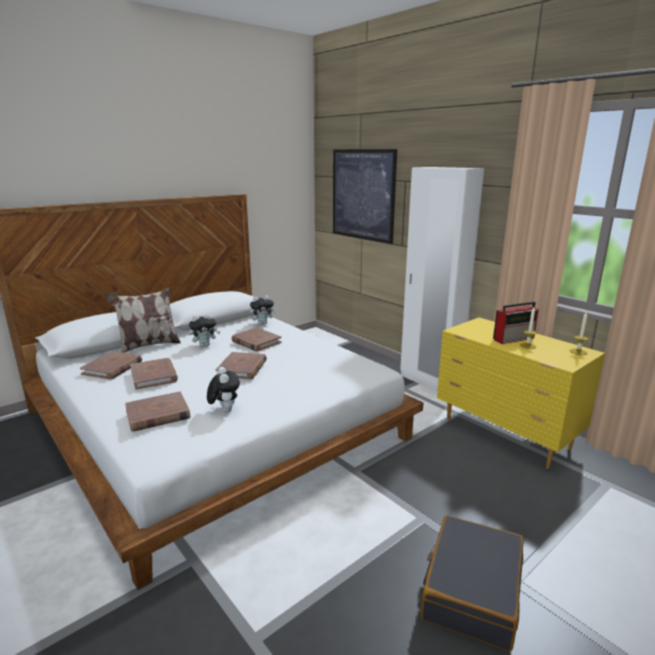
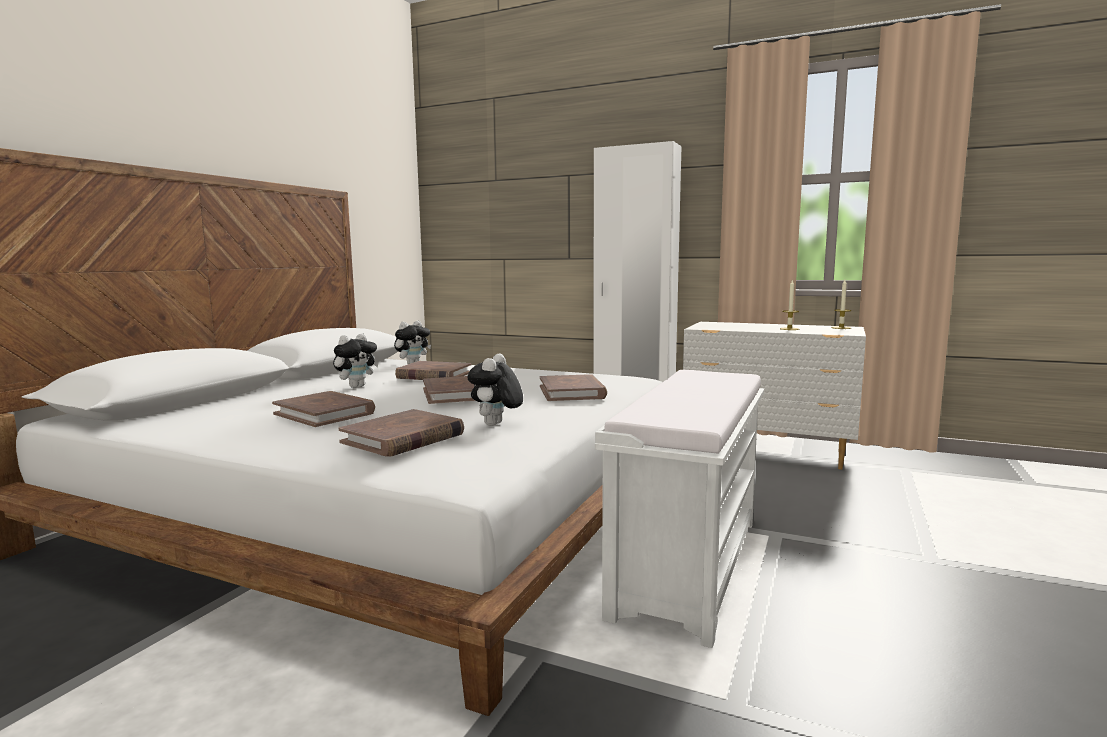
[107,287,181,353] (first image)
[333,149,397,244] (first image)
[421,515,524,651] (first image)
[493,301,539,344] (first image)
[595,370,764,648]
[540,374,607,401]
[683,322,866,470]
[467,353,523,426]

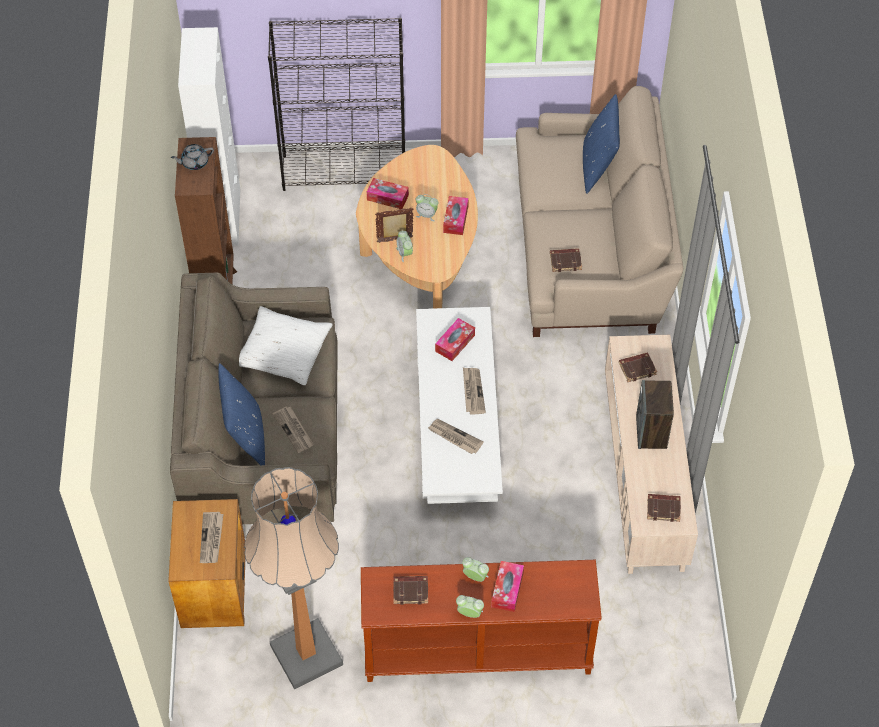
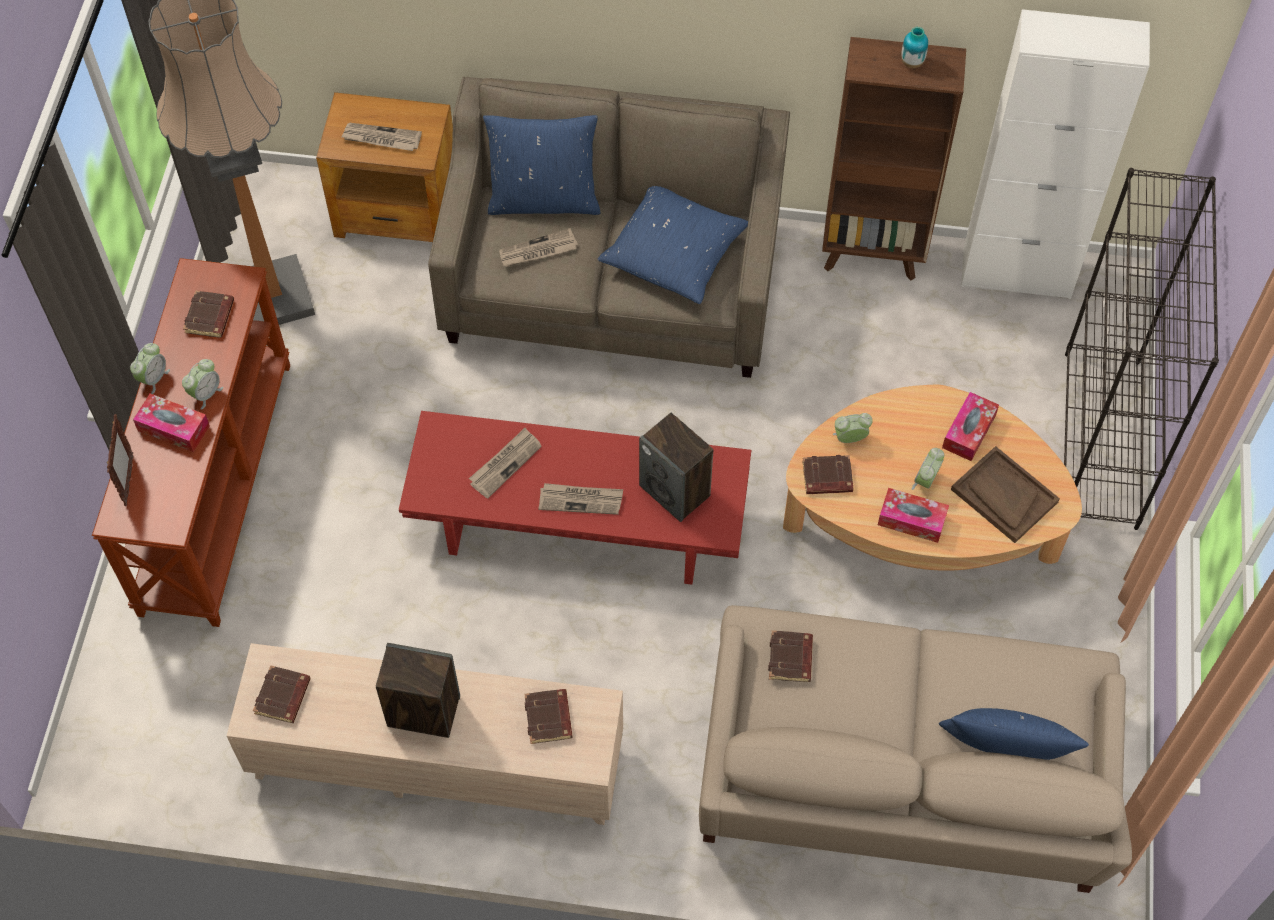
[802,455,853,494]
[951,446,1060,543]
[107,414,134,506]
[901,27,928,68]
[639,413,713,522]
[598,186,748,304]
[399,411,751,585]

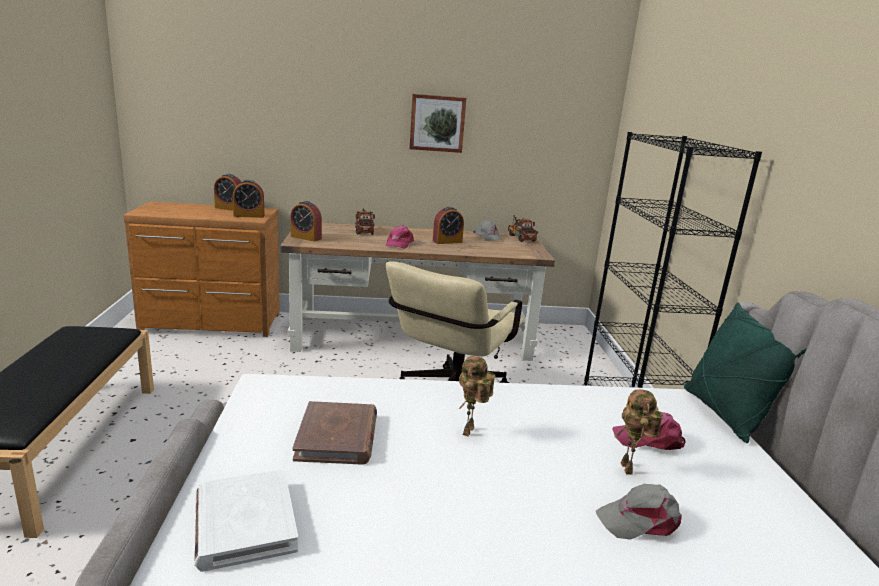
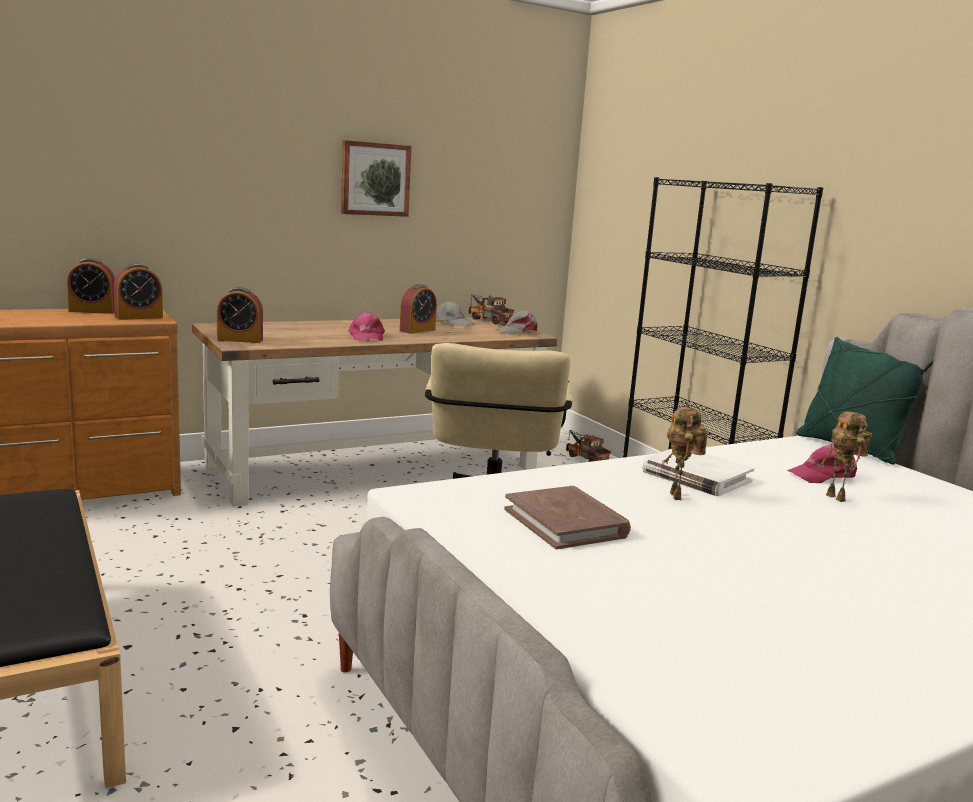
[642,449,754,496]
[566,430,611,462]
[496,310,537,335]

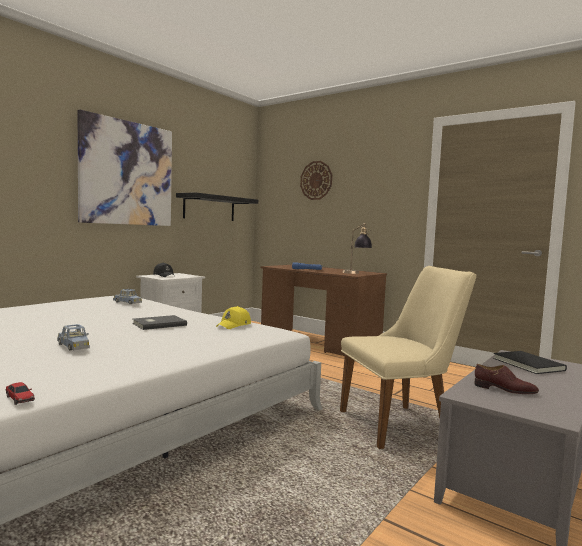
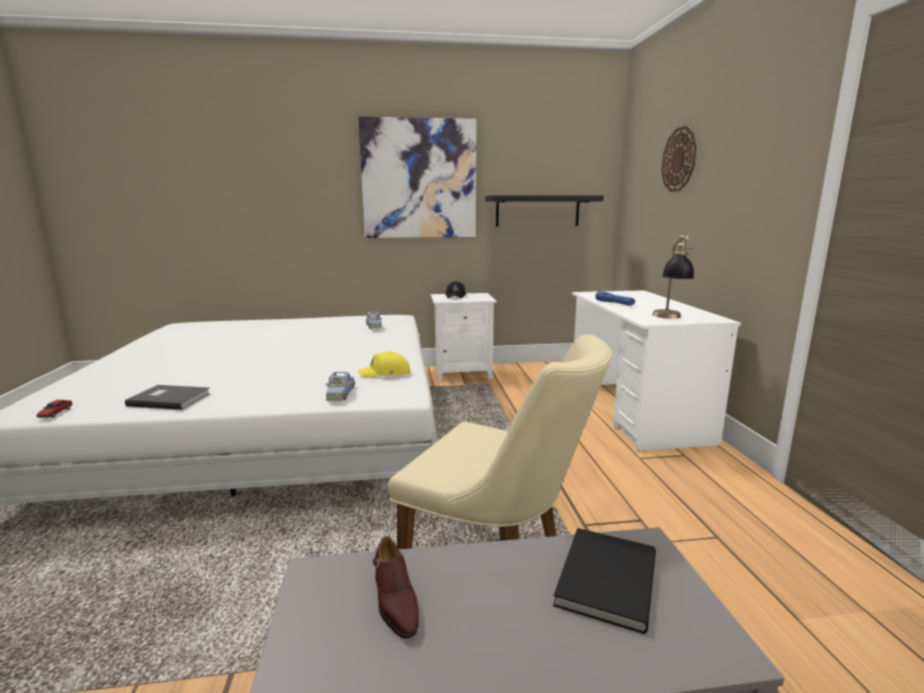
[326,372,355,401]
[125,385,211,410]
[572,290,741,451]

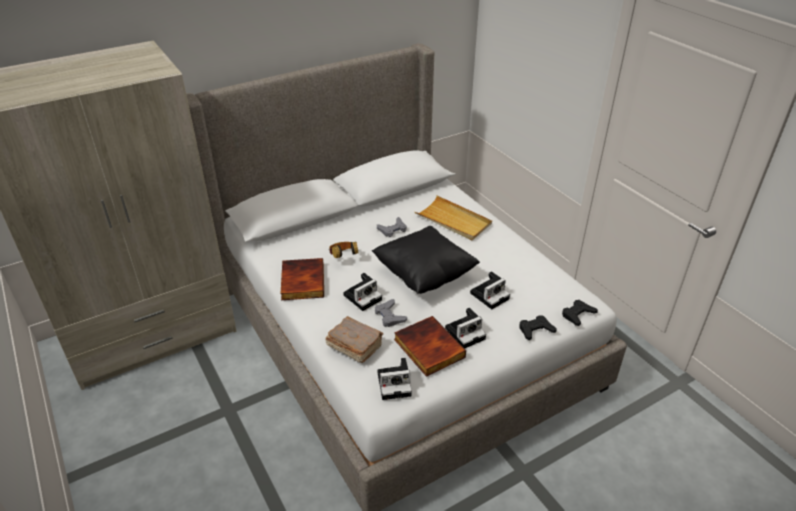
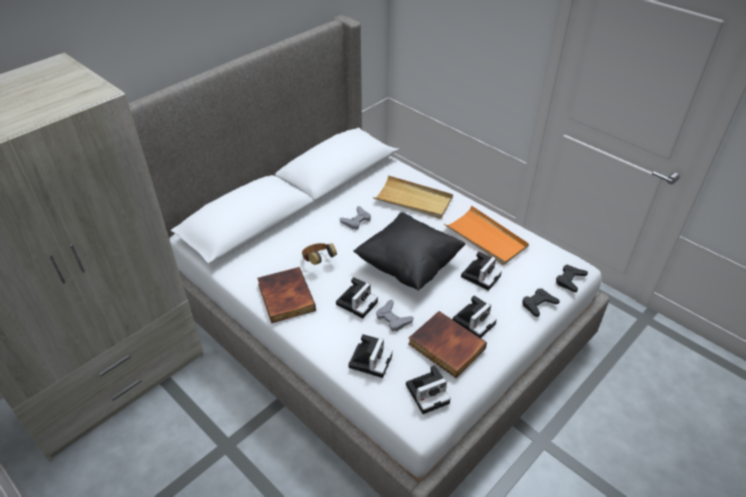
[444,206,529,265]
[348,334,393,378]

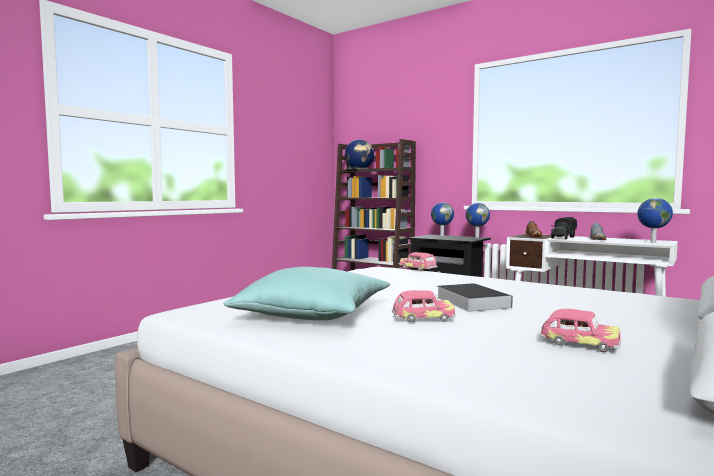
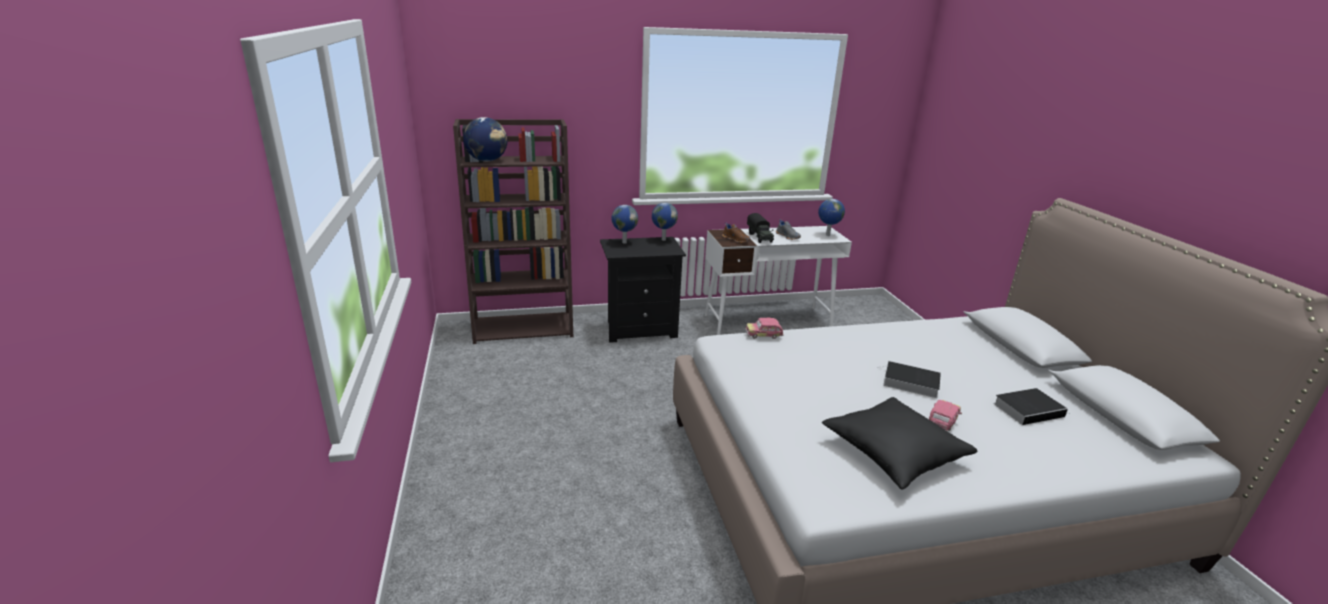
[993,388,1068,425]
[822,397,977,490]

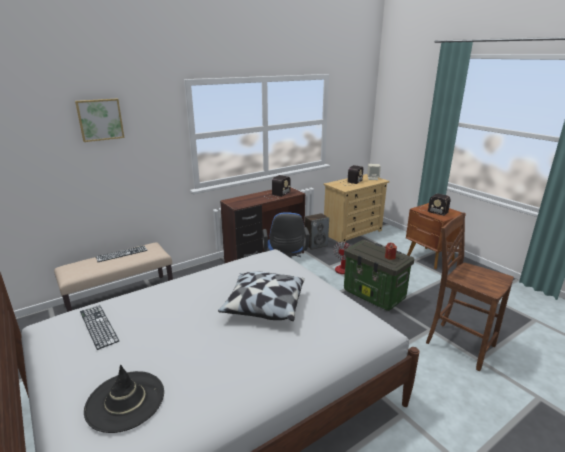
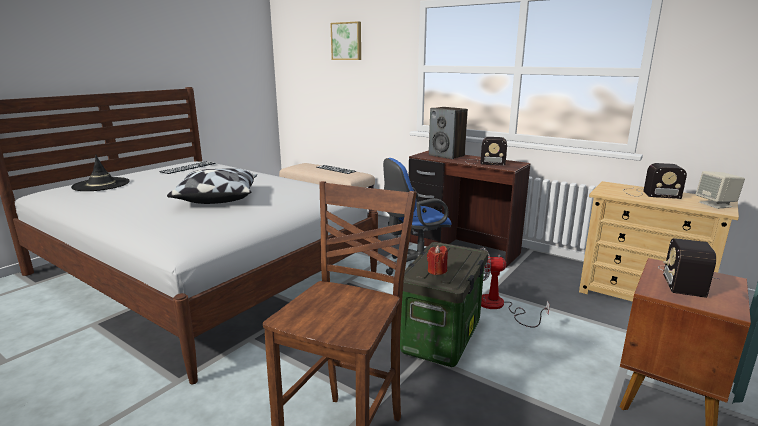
[429,107,468,159]

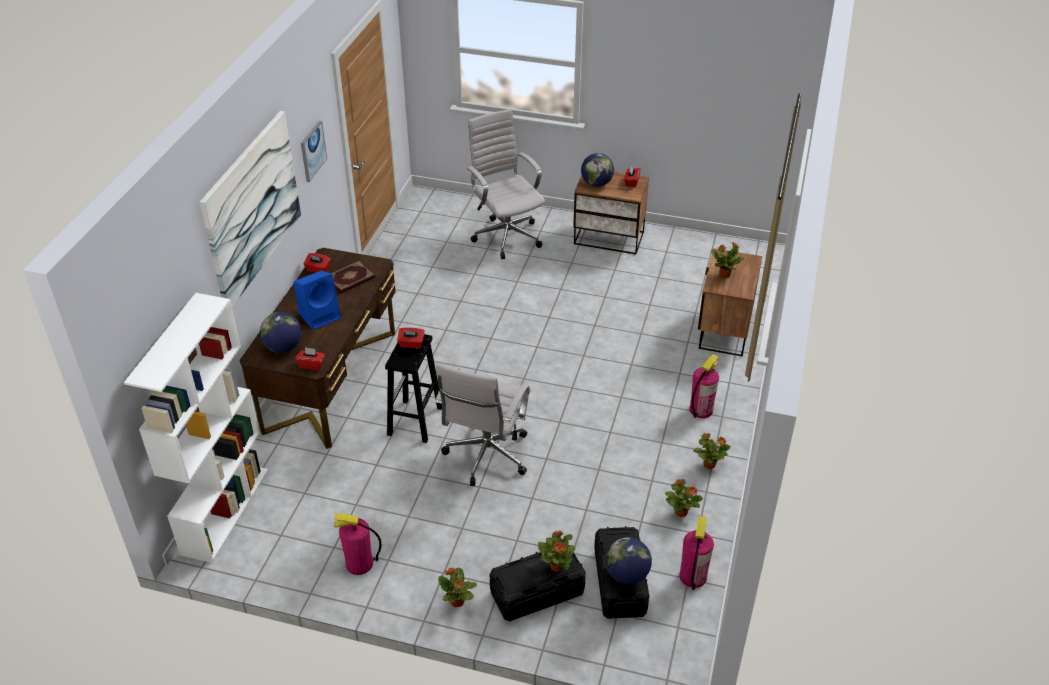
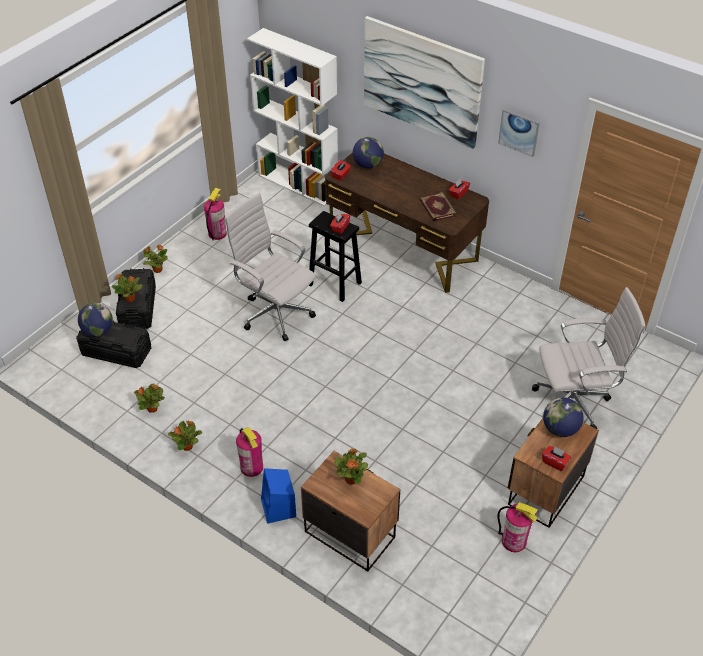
[261,468,296,524]
[497,502,538,552]

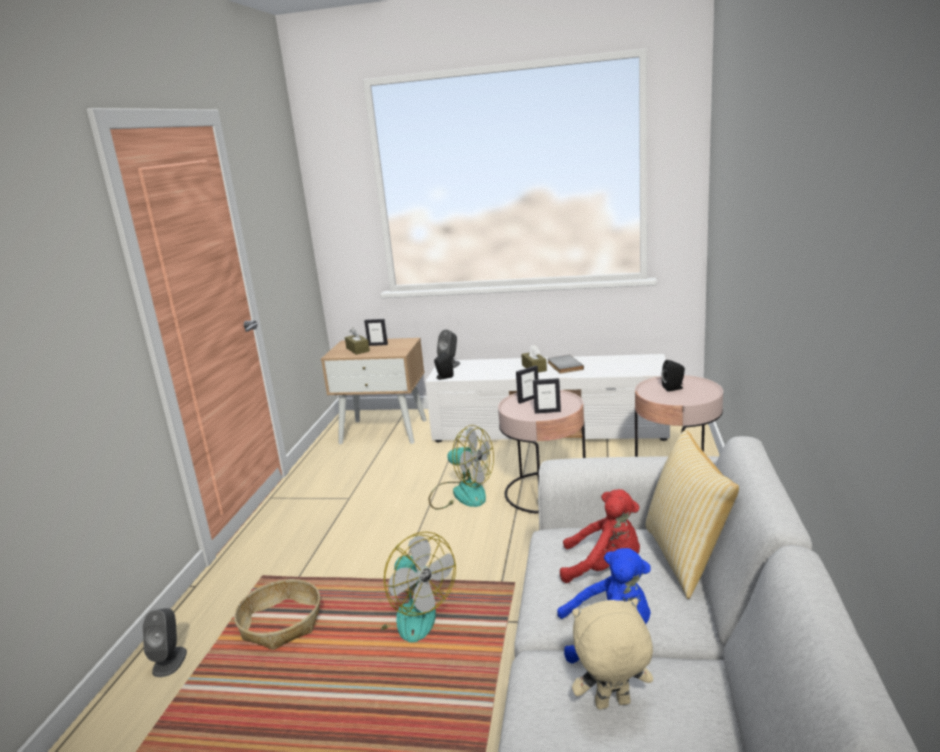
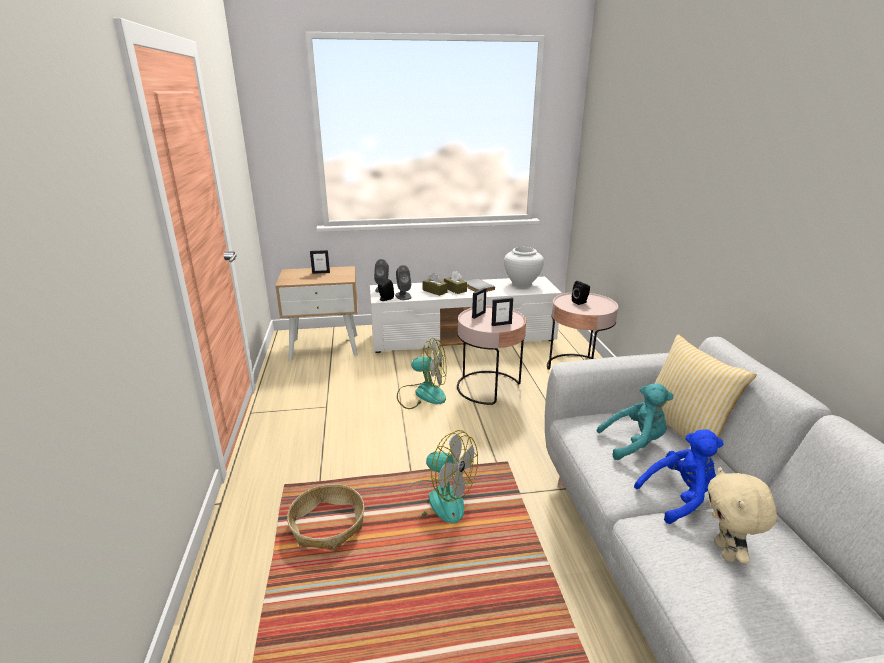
[504,247,544,288]
[395,265,412,300]
[423,273,448,296]
[597,383,673,460]
[708,467,777,563]

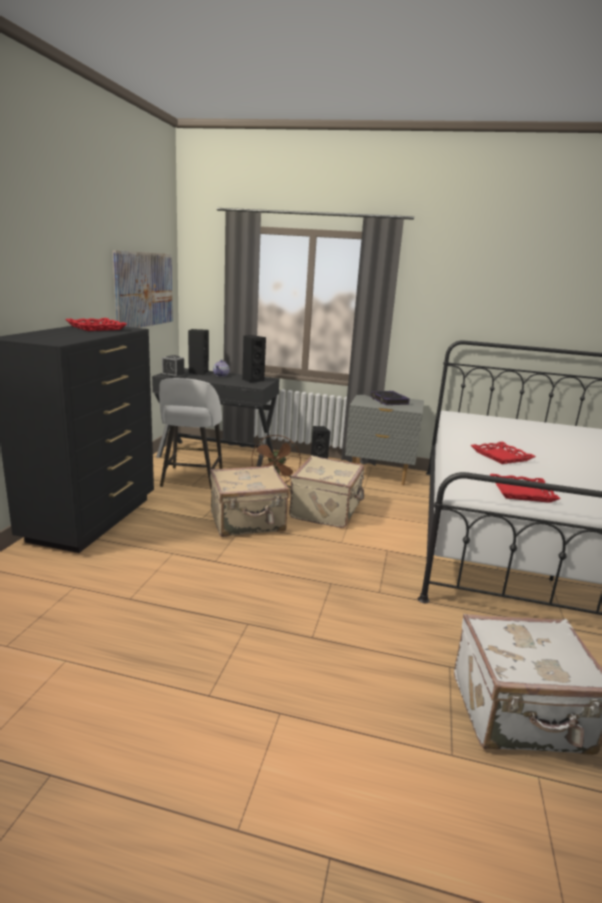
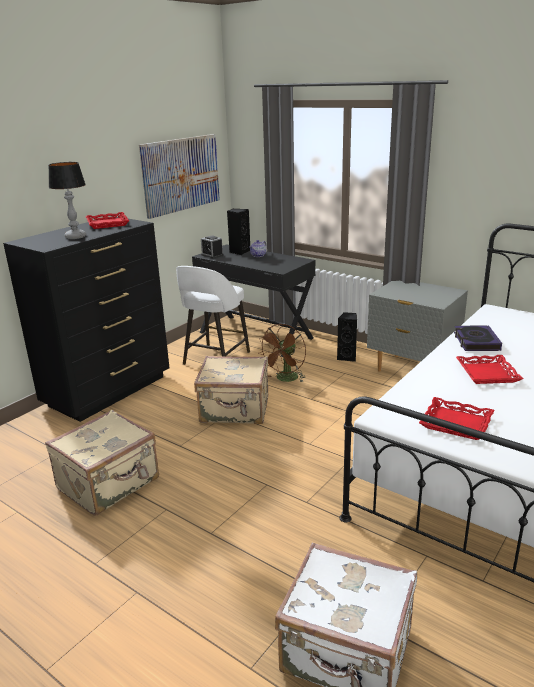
[242,335,266,383] (first image)
[49,162,86,239]
[45,410,159,516]
[454,325,502,351]

